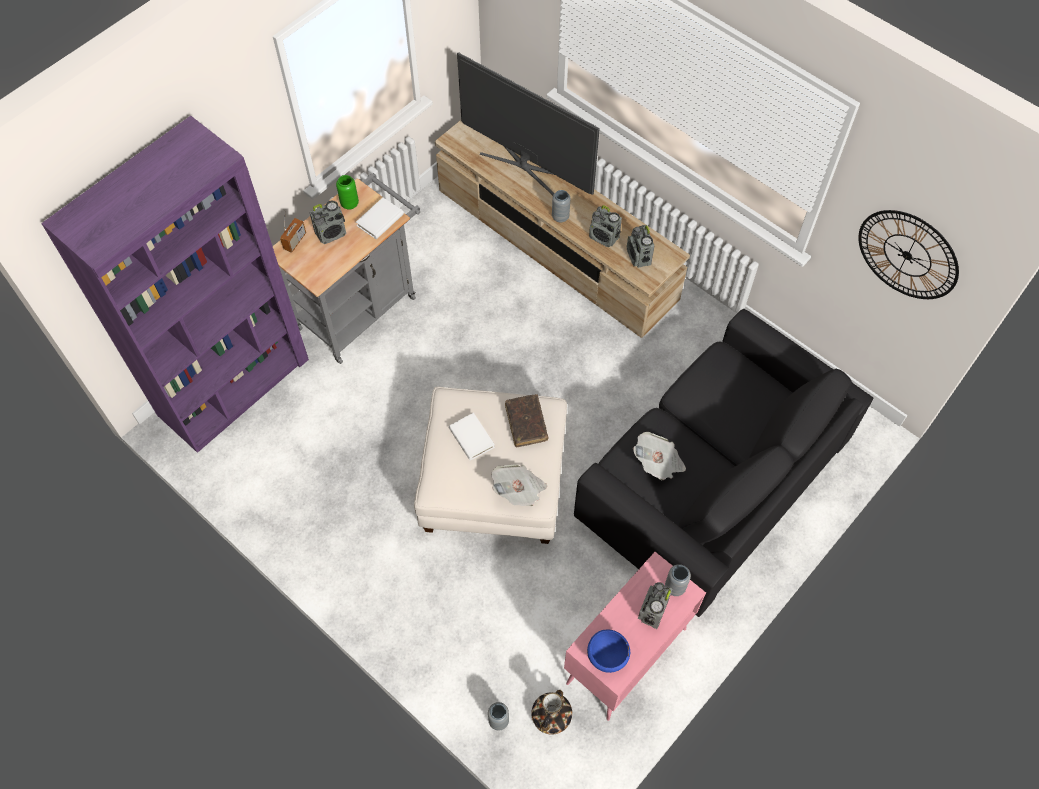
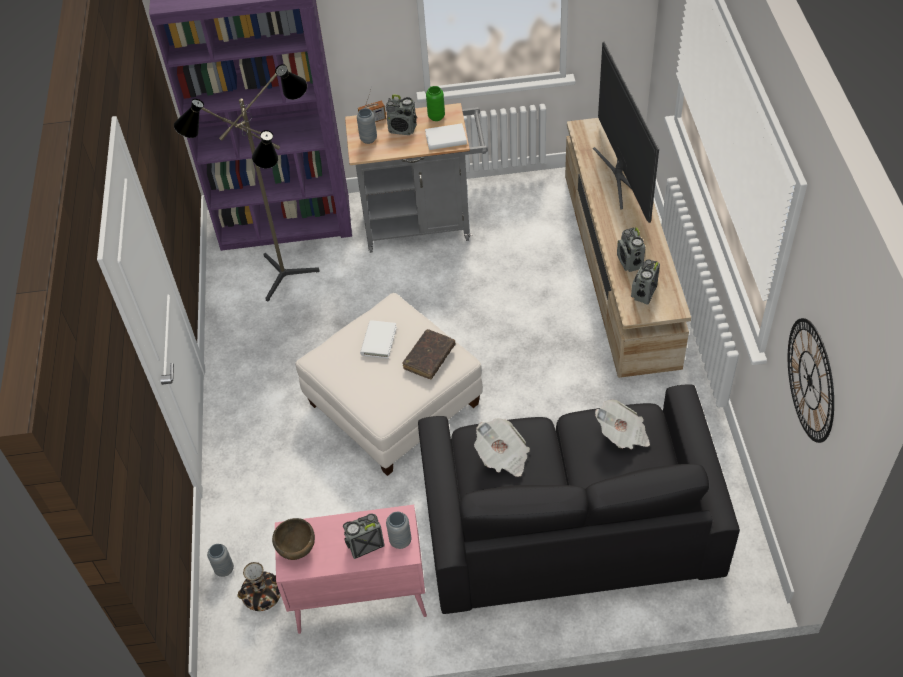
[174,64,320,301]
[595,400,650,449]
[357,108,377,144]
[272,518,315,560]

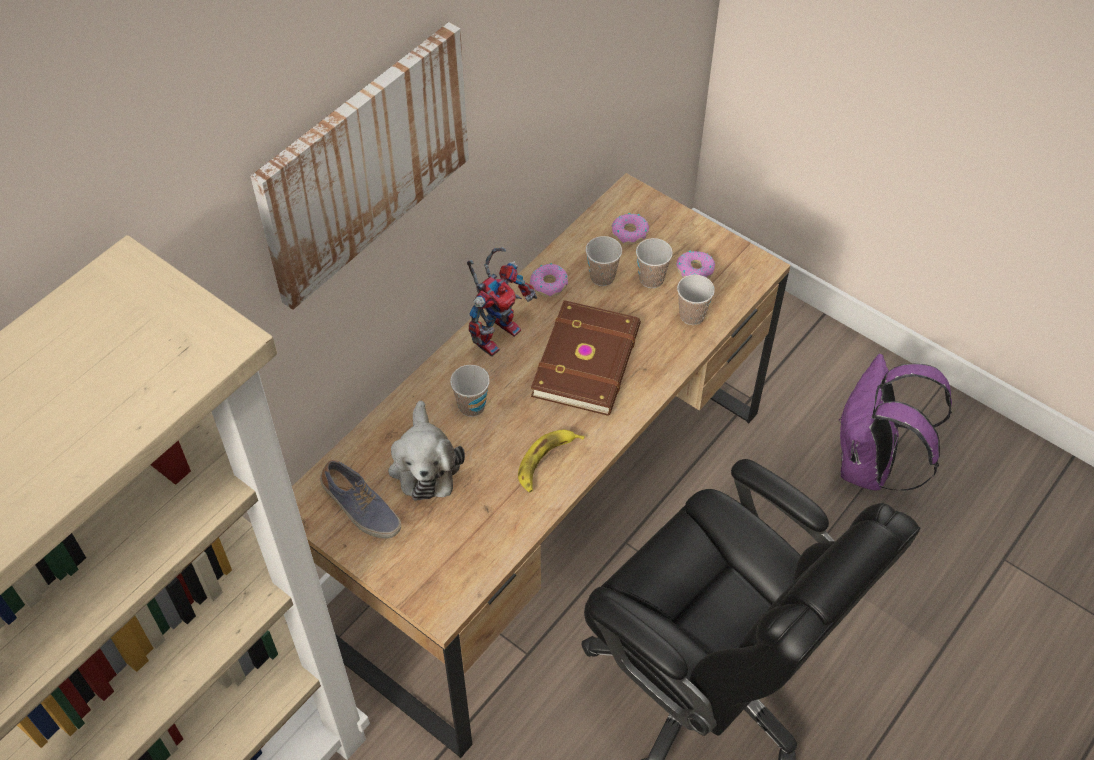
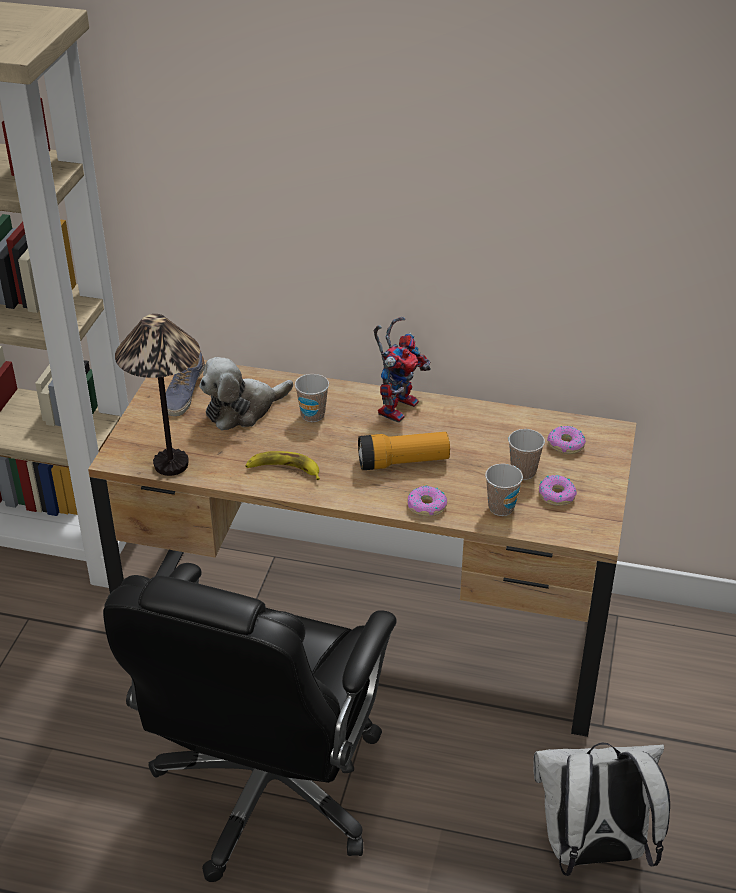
[250,22,469,310] (first image)
[586,236,622,286] (first image)
[115,314,200,476]
[408,486,447,516]
[358,432,450,470]
[534,743,670,876]
[374,317,430,423]

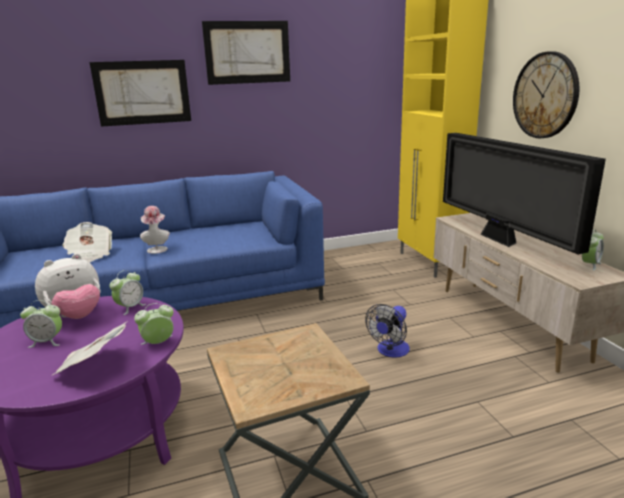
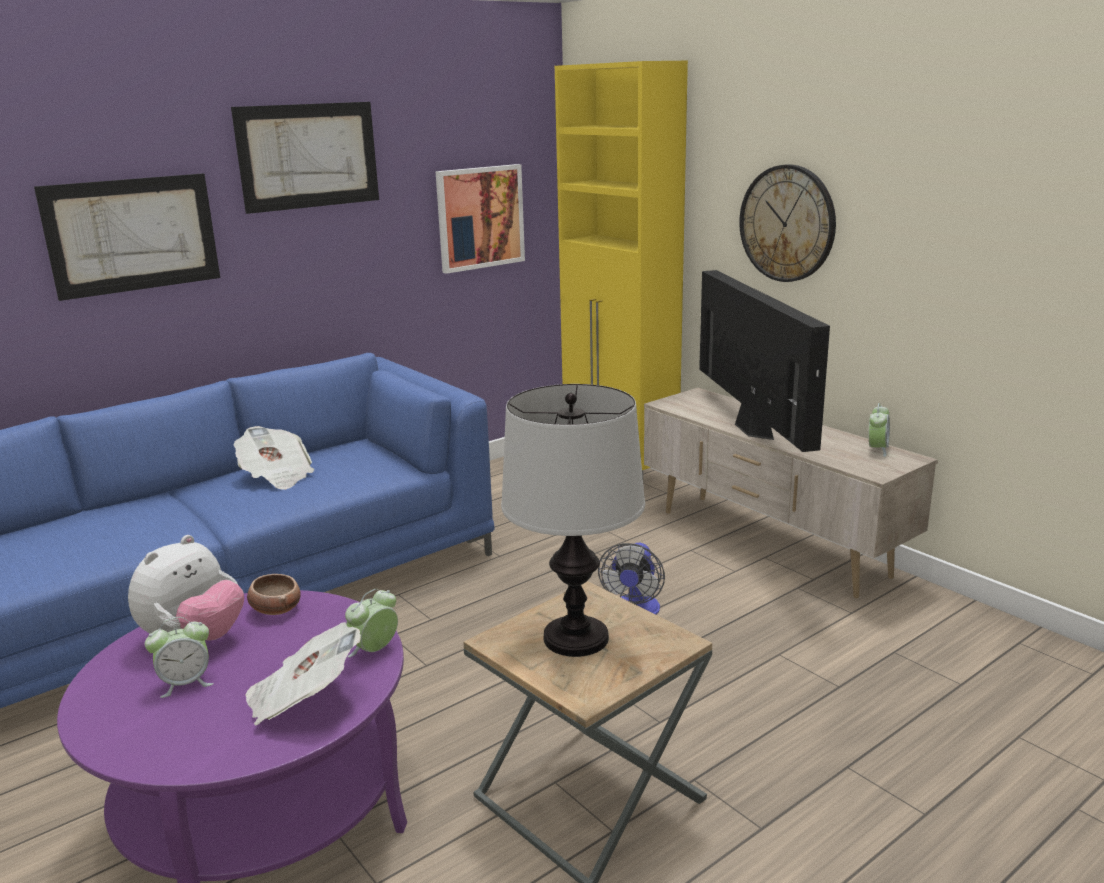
[140,206,170,254] (first image)
[435,164,525,274]
[501,384,645,657]
[234,426,314,490]
[247,574,301,615]
[699,270,830,452]

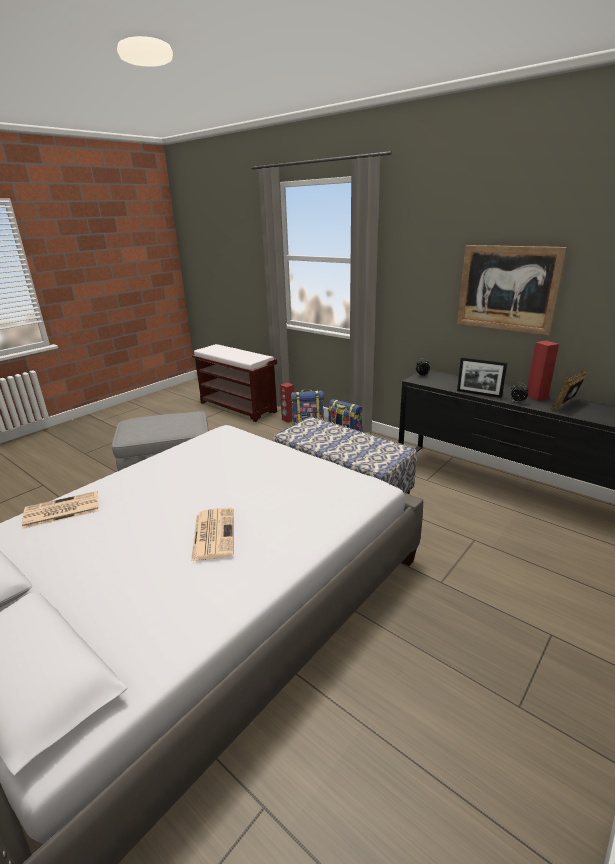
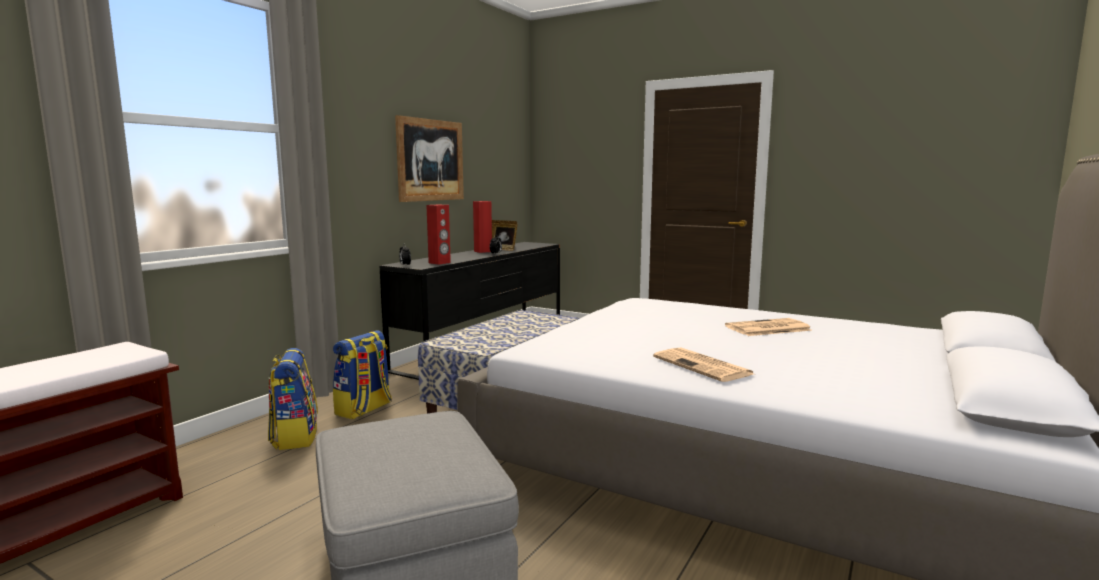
[457,357,507,398] (first image)
[653,347,754,382]
[426,205,451,265]

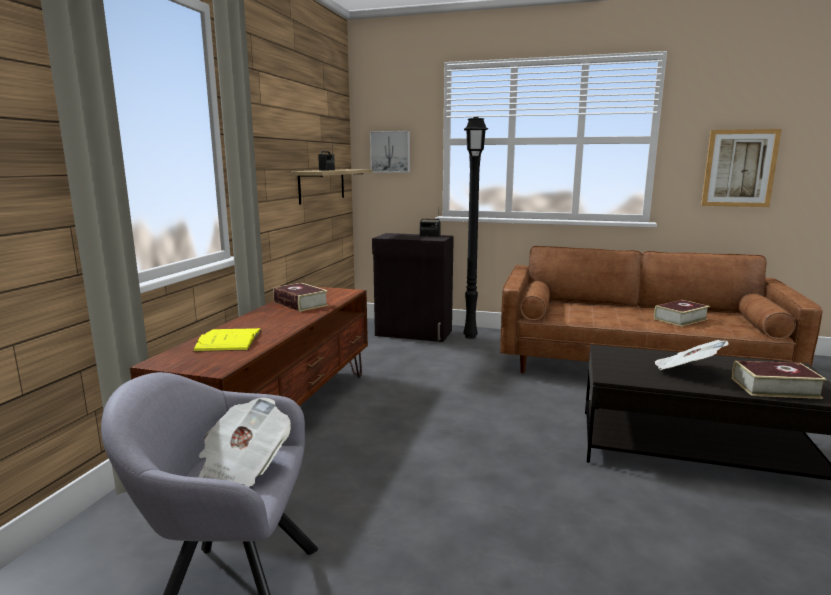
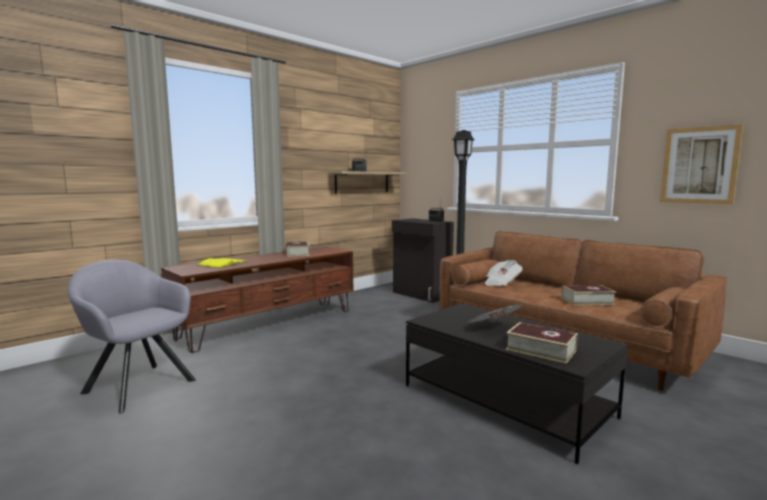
[370,131,410,173] (first image)
[484,260,522,286]

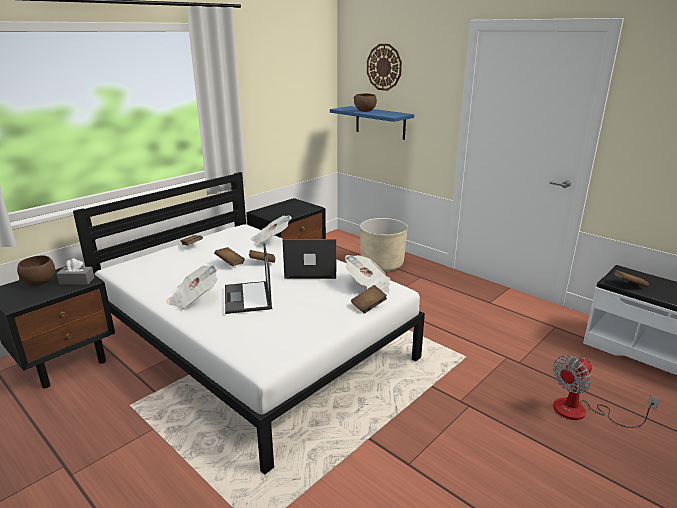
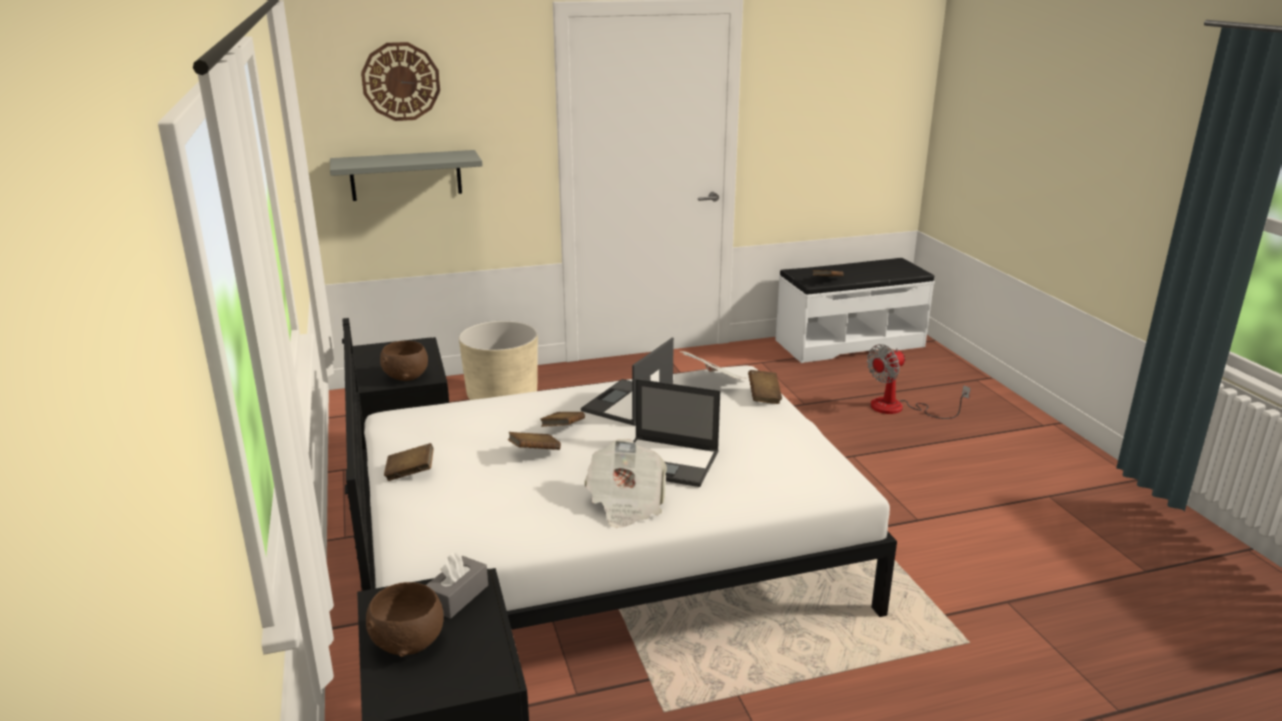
[251,216,292,244] (first image)
[380,341,428,381]
[330,150,483,201]
[867,344,971,419]

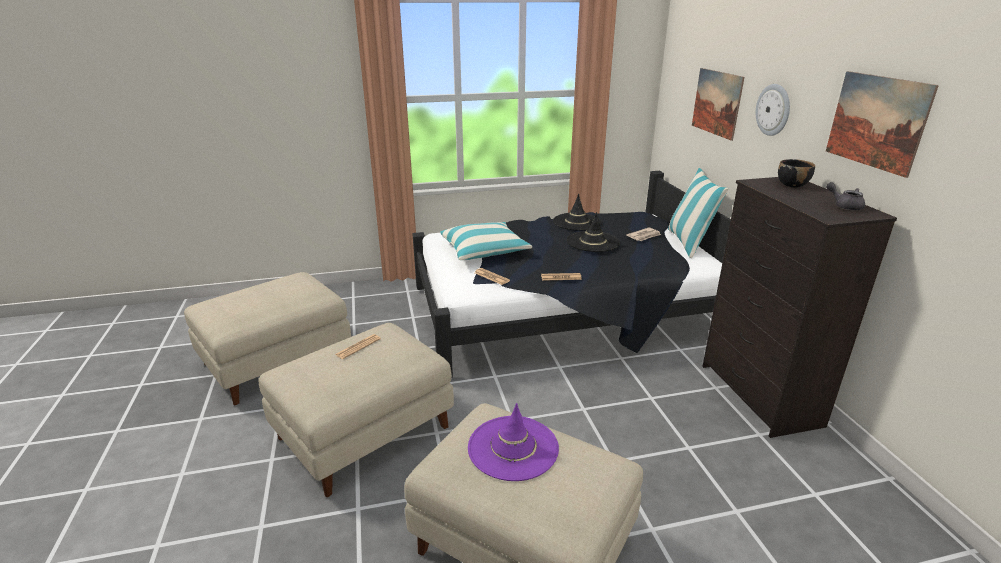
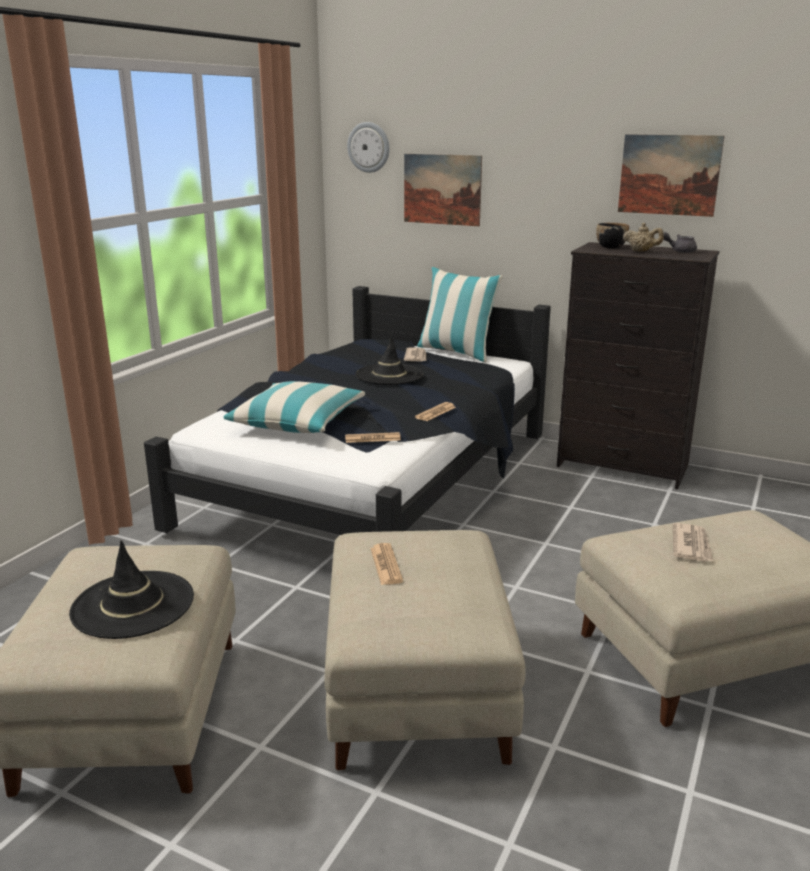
[623,223,664,252]
[69,540,194,639]
[347,122,390,173]
[673,523,713,562]

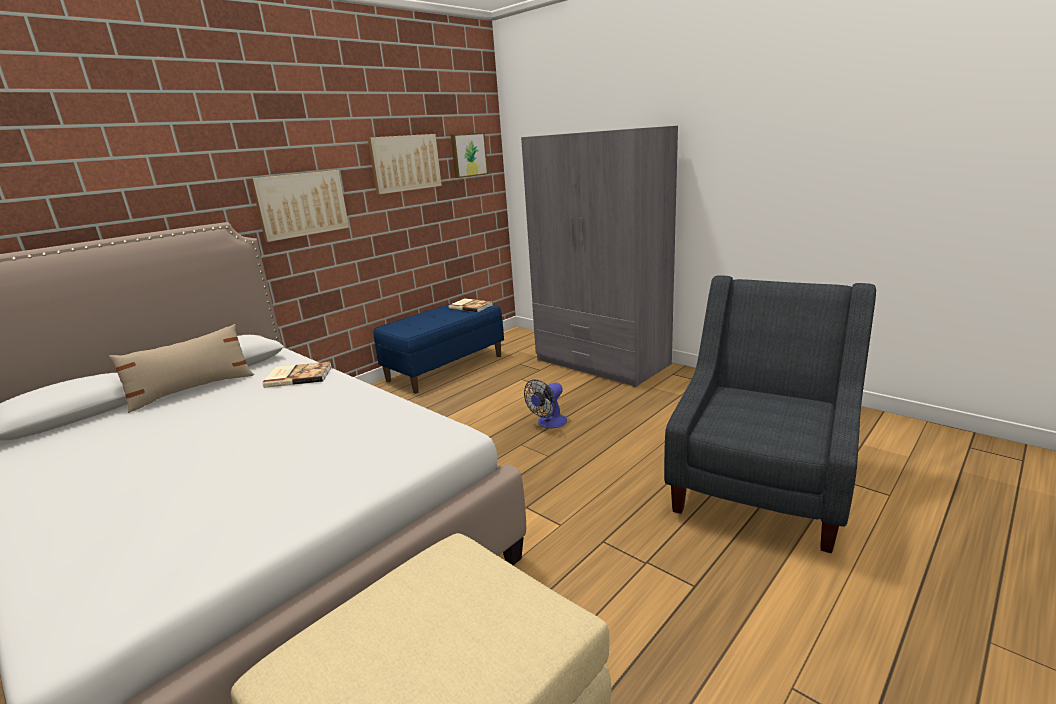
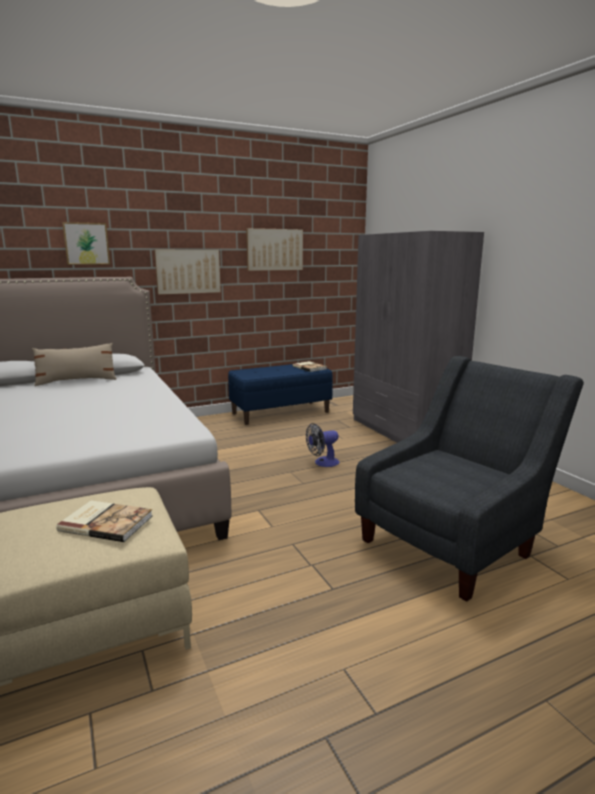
[56,500,153,542]
[62,222,110,265]

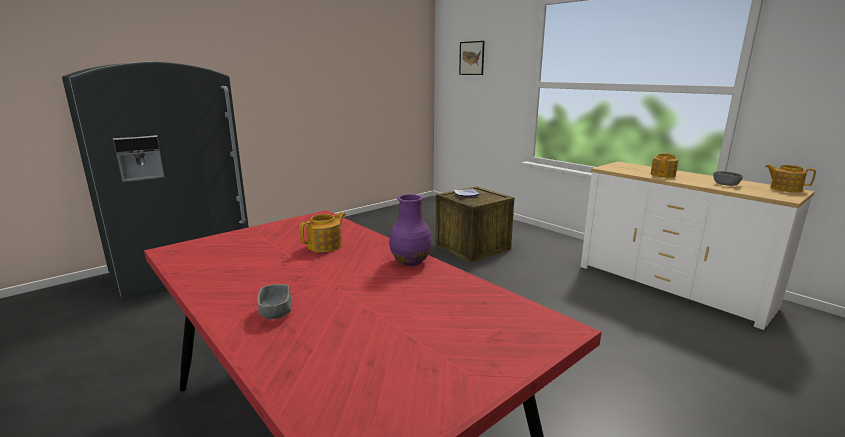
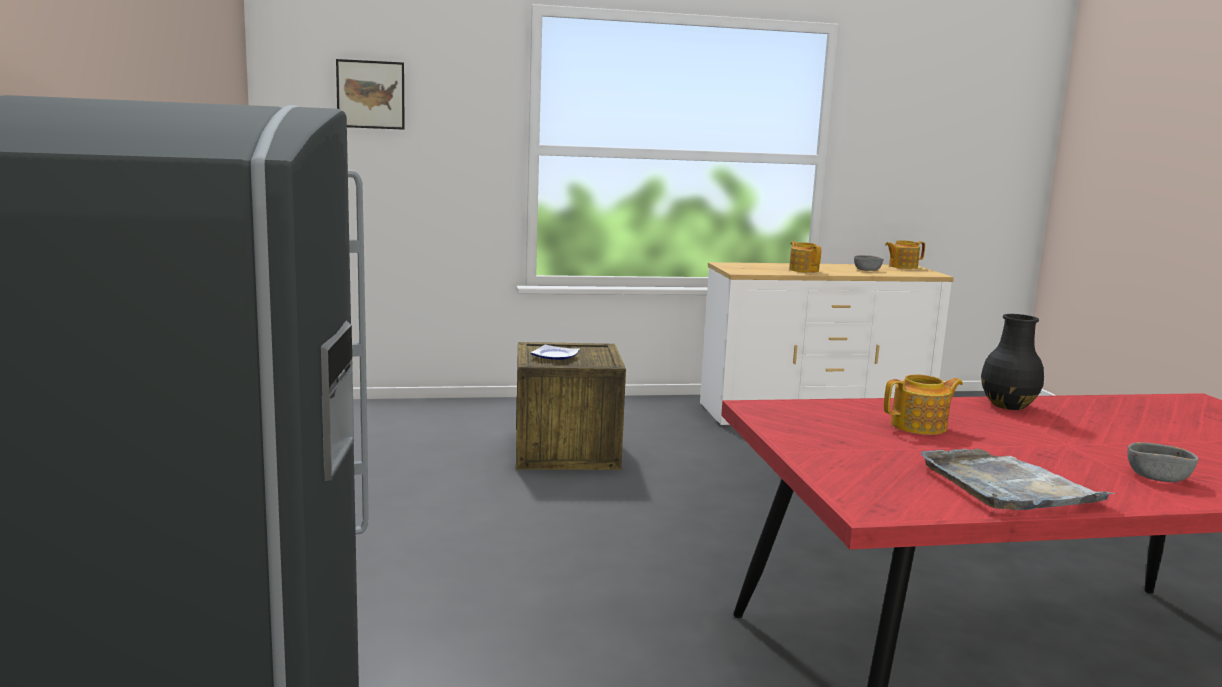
[921,449,1115,510]
[981,314,1044,410]
[884,374,963,435]

